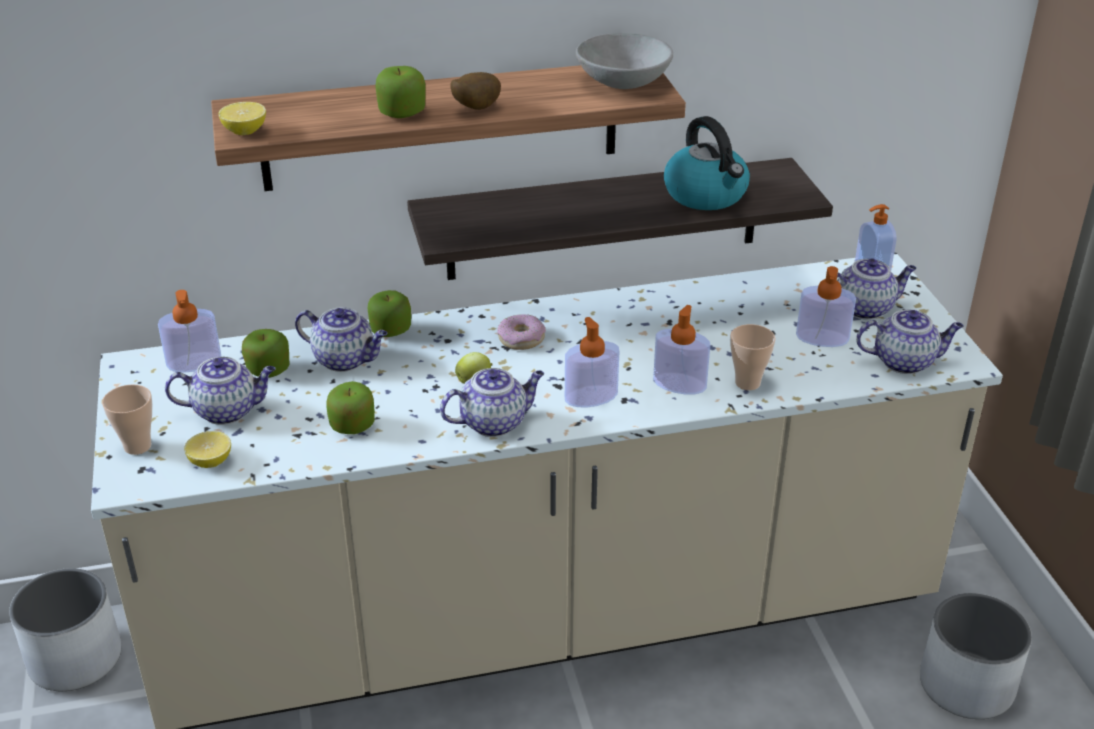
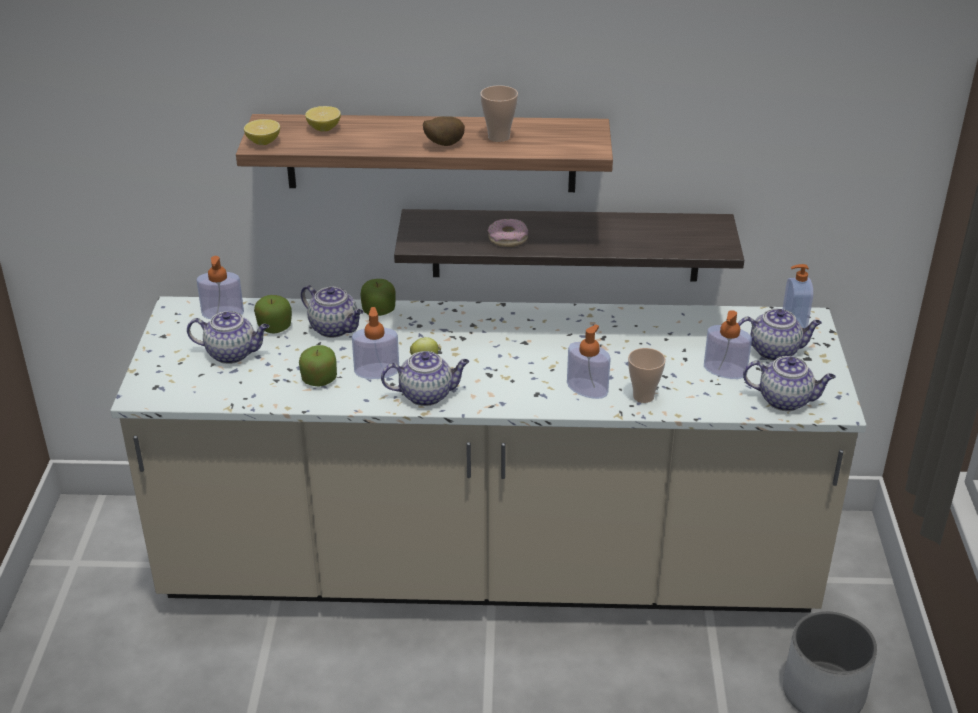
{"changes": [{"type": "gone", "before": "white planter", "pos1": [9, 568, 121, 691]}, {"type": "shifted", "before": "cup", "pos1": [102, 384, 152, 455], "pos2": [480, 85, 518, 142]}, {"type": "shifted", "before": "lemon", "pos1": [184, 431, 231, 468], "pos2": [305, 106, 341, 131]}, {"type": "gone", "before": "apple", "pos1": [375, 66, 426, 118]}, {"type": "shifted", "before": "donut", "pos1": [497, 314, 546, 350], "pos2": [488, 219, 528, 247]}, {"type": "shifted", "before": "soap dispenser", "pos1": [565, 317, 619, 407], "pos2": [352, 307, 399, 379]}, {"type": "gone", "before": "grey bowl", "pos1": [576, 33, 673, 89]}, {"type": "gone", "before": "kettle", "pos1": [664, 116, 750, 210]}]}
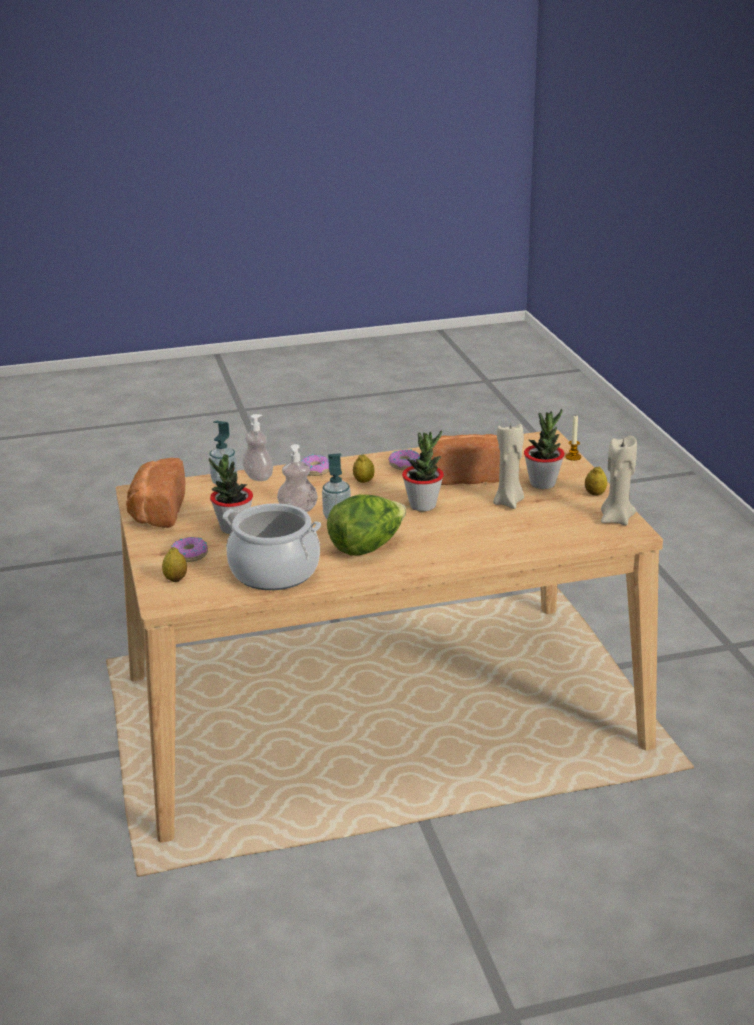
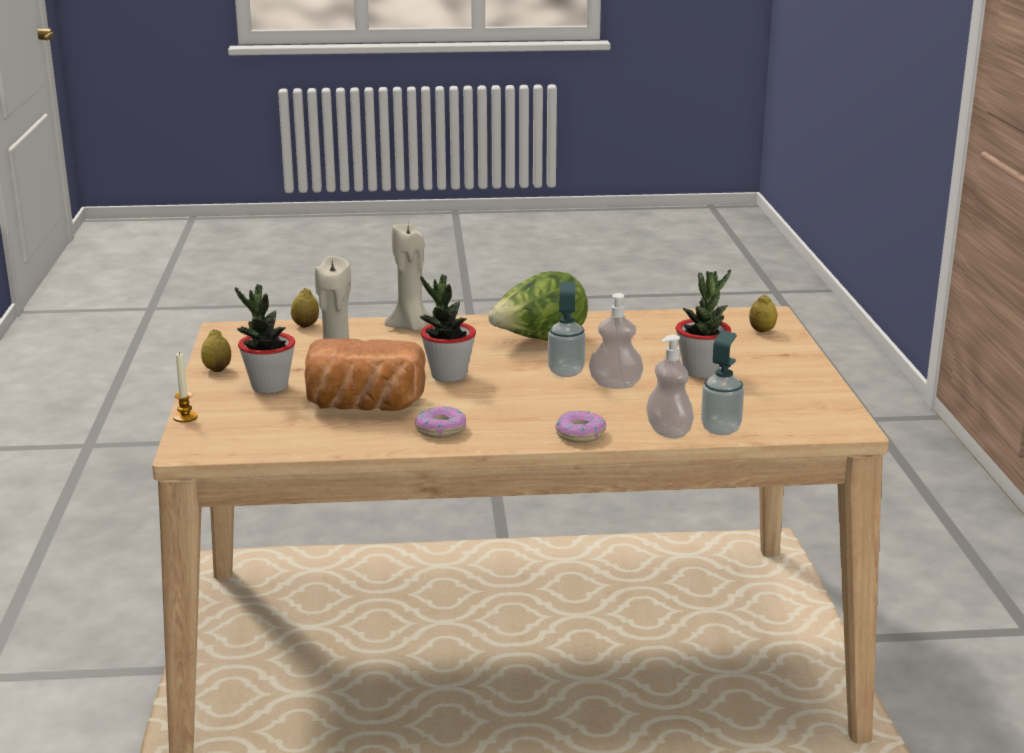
{"changes": [{"type": "gone", "before": "bread", "pos1": [126, 458, 185, 528]}, {"type": "gone", "before": "donut", "pos1": [171, 537, 208, 562]}, {"type": "gone", "before": "cooking pot", "pos1": [223, 503, 321, 590]}, {"type": "shifted", "before": "lemon", "pos1": [353, 454, 375, 483], "pos2": [291, 288, 319, 328]}, {"type": "shifted", "before": "beige candle", "pos1": [601, 436, 637, 525], "pos2": [385, 224, 433, 331]}]}
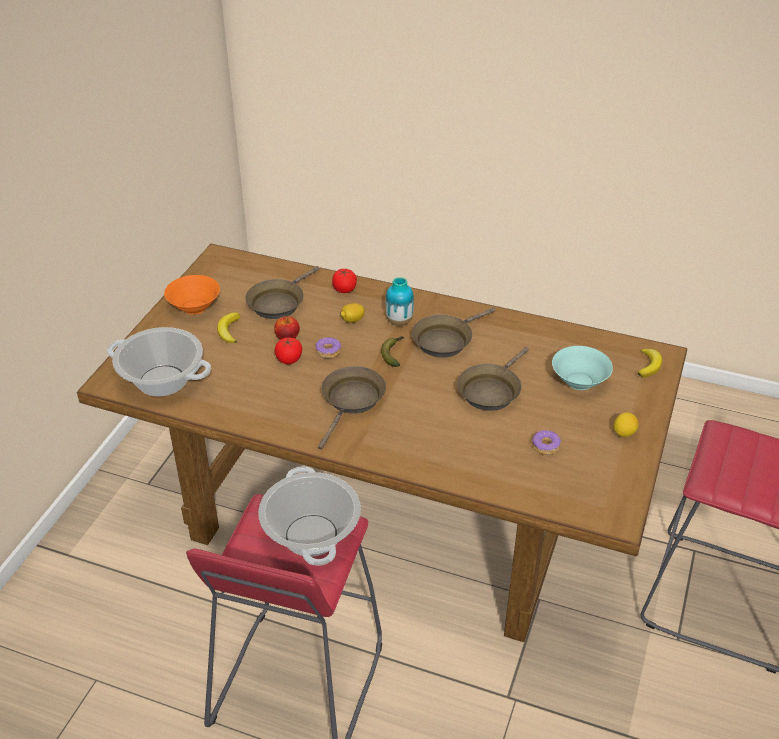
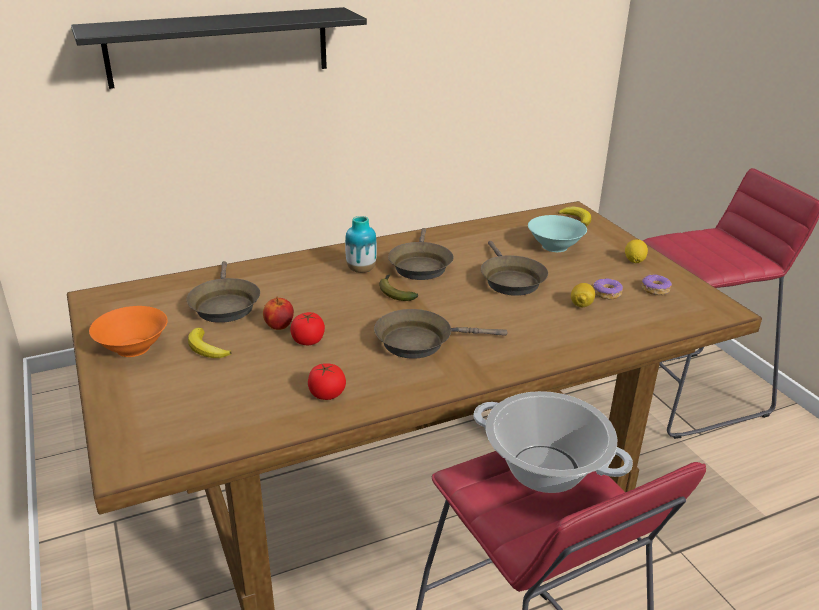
{"changes": [{"type": "gone", "before": "cooking pot", "pos1": [107, 327, 211, 397]}, {"type": "shifted", "before": "donut", "pos1": [315, 337, 341, 358], "pos2": [642, 274, 672, 295]}, {"type": "rotated", "before": "brown frying pan", "pos1": [318, 366, 386, 450], "pos2": [374, 309, 507, 359], "turn": -75}, {"type": "shifted", "before": "tomato", "pos1": [332, 269, 357, 293], "pos2": [308, 363, 346, 400]}, {"type": "shifted", "before": "lemon", "pos1": [341, 303, 365, 323], "pos2": [571, 283, 595, 307]}, {"type": "new", "after": "black shelf", "pos2": [71, 7, 367, 89]}]}
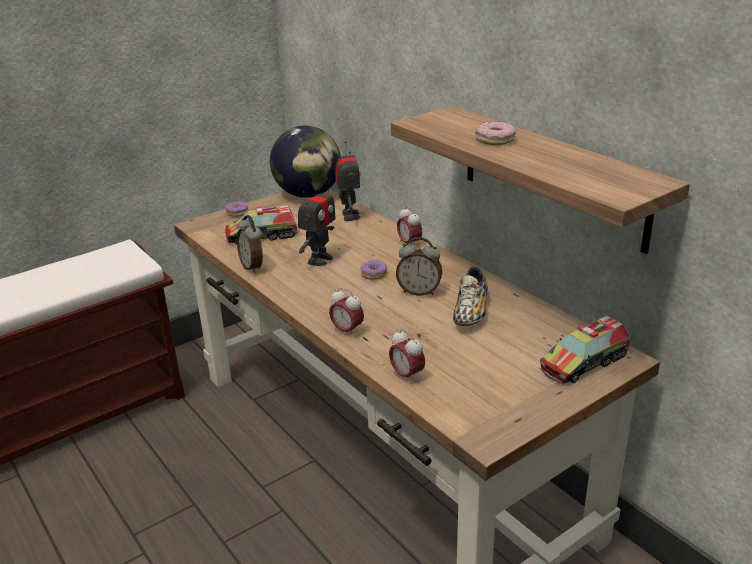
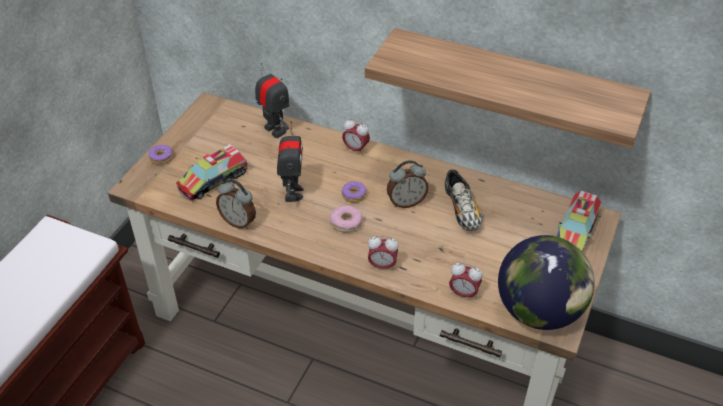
{"changes": [{"type": "shifted", "before": "globe", "pos1": [270, 126, 341, 198], "pos2": [498, 235, 595, 330]}, {"type": "shifted", "before": "donut", "pos1": [475, 122, 516, 145], "pos2": [330, 205, 363, 233]}]}
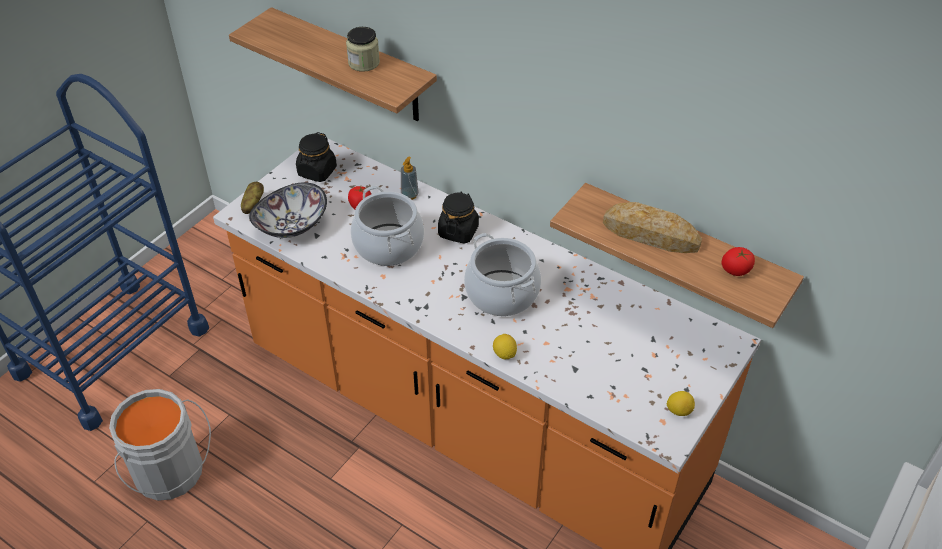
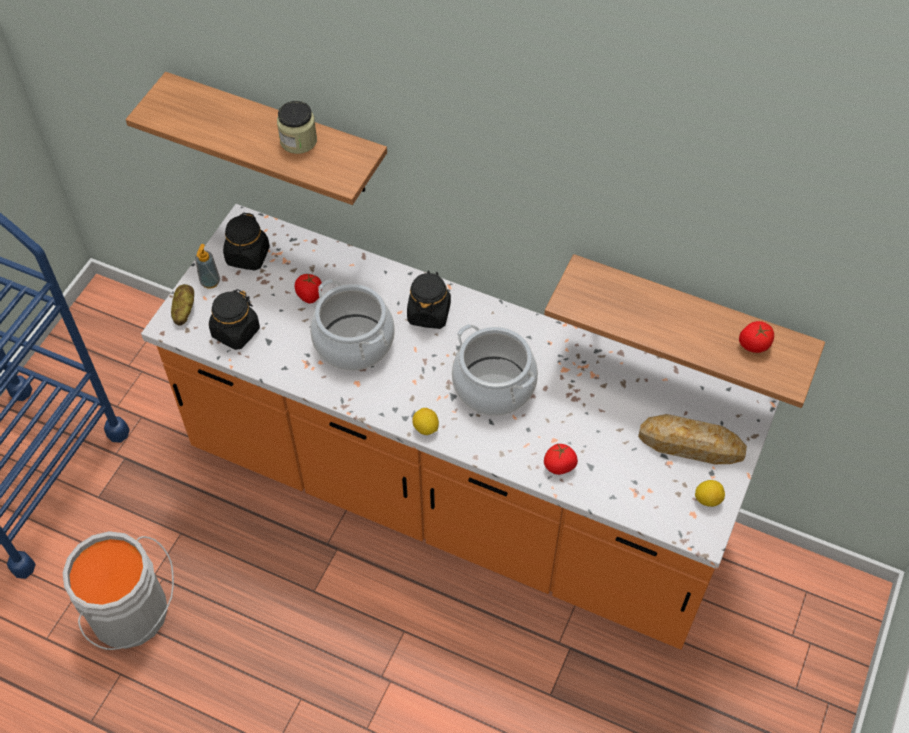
{"changes": [{"type": "swapped", "before": "bowl", "after": "black jar", "pos1": [249, 182, 327, 238], "pos2": [209, 289, 260, 350]}, {"type": "shifted", "before": "soap dispenser", "pos1": [401, 157, 419, 200], "pos2": [195, 244, 220, 289]}, {"type": "shifted", "before": "lemon", "pos1": [493, 334, 517, 359], "pos2": [412, 408, 439, 435]}, {"type": "shifted", "before": "bread", "pos1": [603, 202, 702, 253], "pos2": [638, 414, 747, 464]}, {"type": "new", "after": "tomato", "pos2": [544, 444, 578, 475]}]}
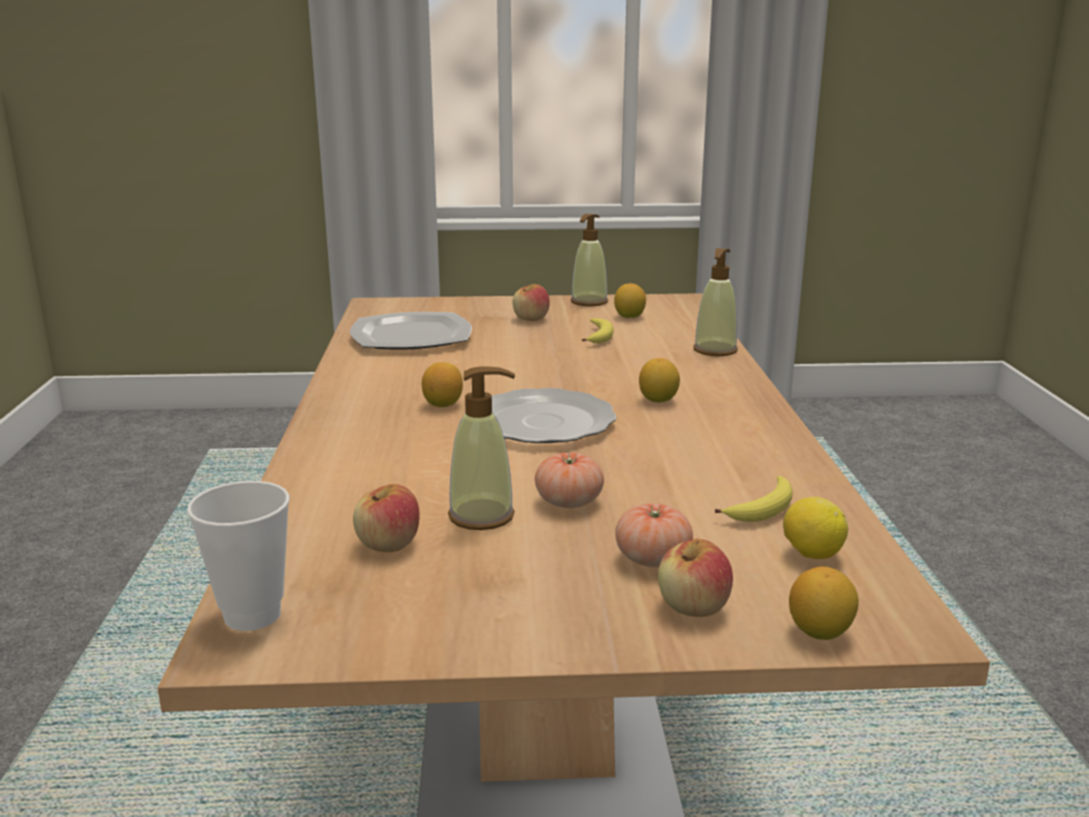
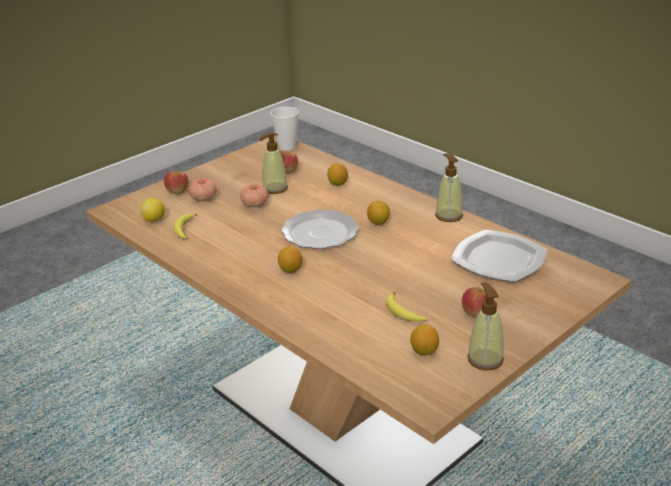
{"changes": [{"type": "shifted", "before": "soap dispenser", "pos1": [693, 248, 738, 356], "pos2": [435, 153, 463, 222]}, {"type": "shifted", "before": "lemon", "pos1": [789, 566, 859, 640], "pos2": [327, 163, 348, 186]}]}
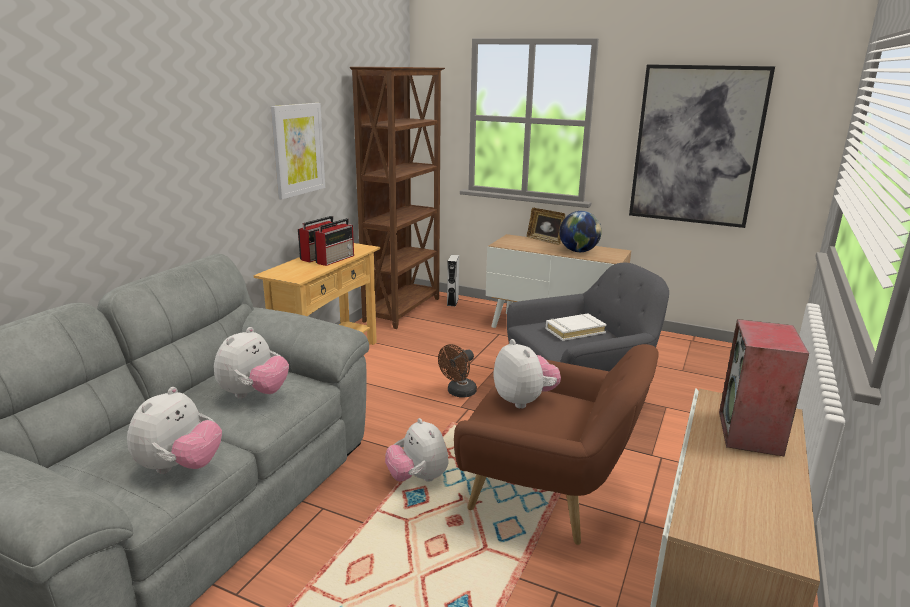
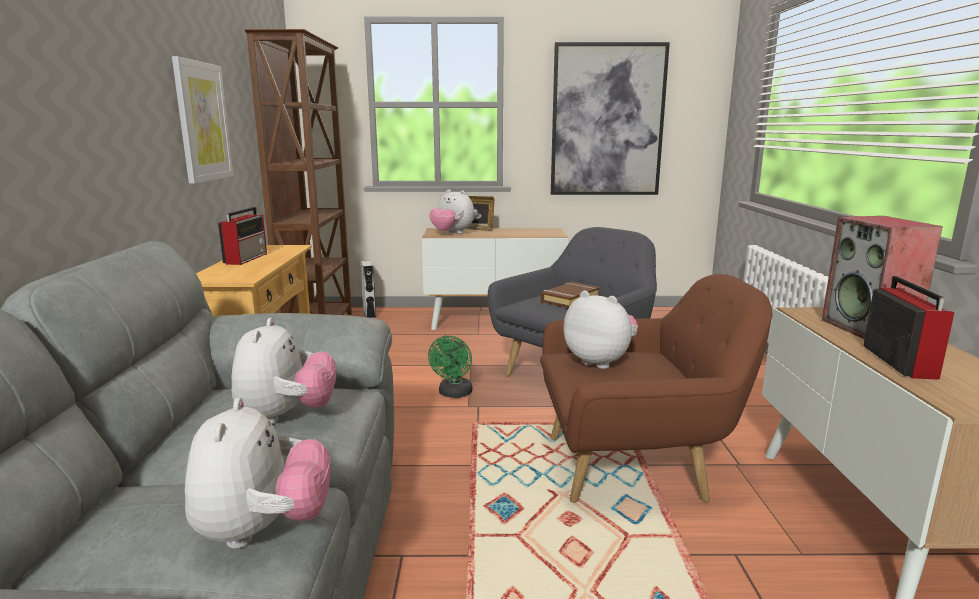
{"changes": [{"type": "shifted", "before": "radio", "pos1": [314, 218, 354, 266], "pos2": [863, 276, 954, 380]}, {"type": "shifted", "before": "plush toy", "pos1": [385, 418, 448, 482], "pos2": [430, 189, 474, 234]}, {"type": "repainted", "before": "brown fan", "after": "green fan", "pos1": [438, 344, 477, 398], "pos2": [428, 336, 472, 398]}, {"type": "repainted", "before": "white book", "after": "brown book", "pos1": [546, 313, 607, 341], "pos2": [541, 282, 600, 308]}, {"type": "gone", "before": "globe", "pos1": [559, 211, 602, 252]}]}
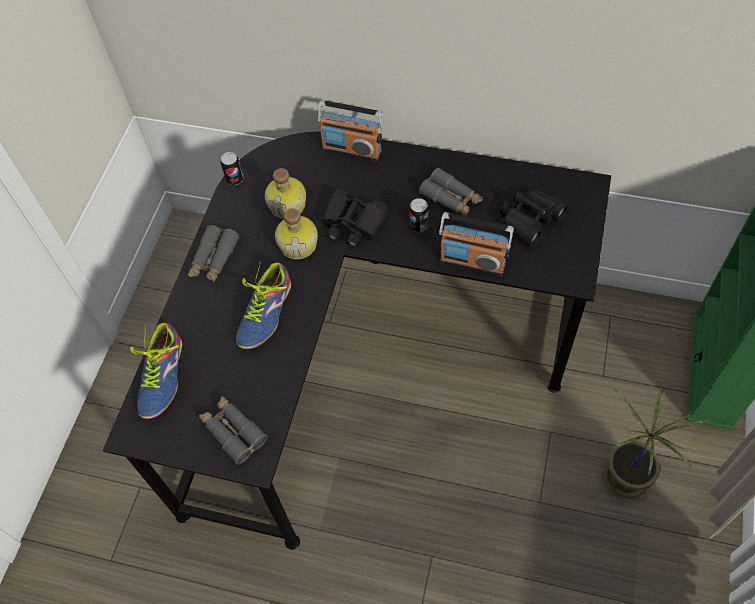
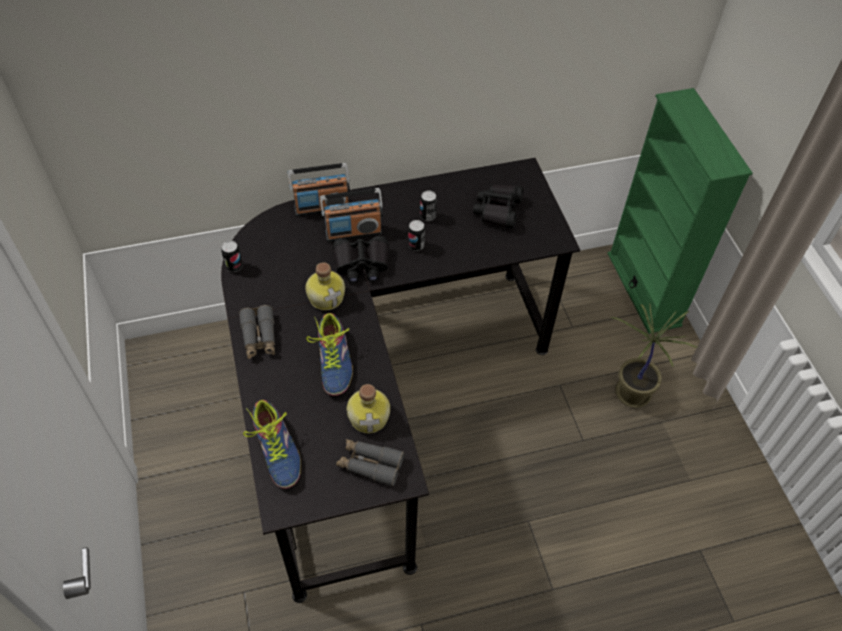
{"changes": [{"type": "shifted", "before": "bottle", "pos1": [265, 168, 306, 219], "pos2": [347, 384, 390, 433]}, {"type": "swapped", "before": "grey binoculars", "after": "can", "pos1": [419, 168, 483, 216], "pos2": [420, 191, 437, 221]}, {"type": "shifted", "before": "radio", "pos1": [439, 212, 514, 276], "pos2": [320, 188, 383, 242]}]}
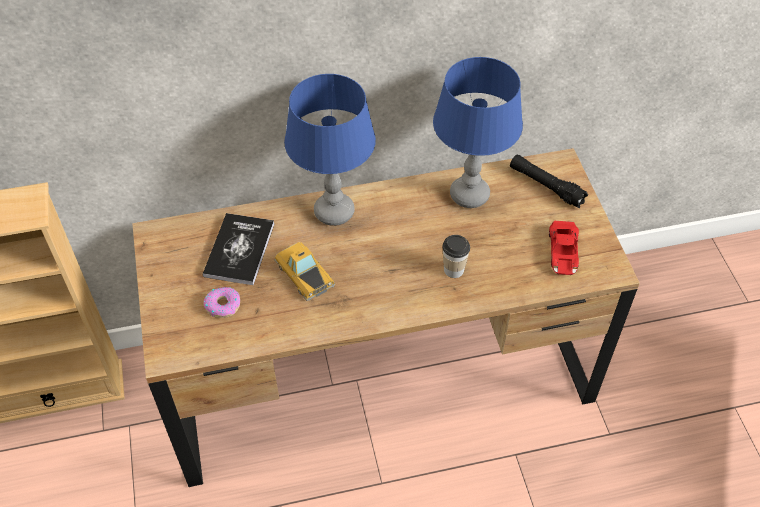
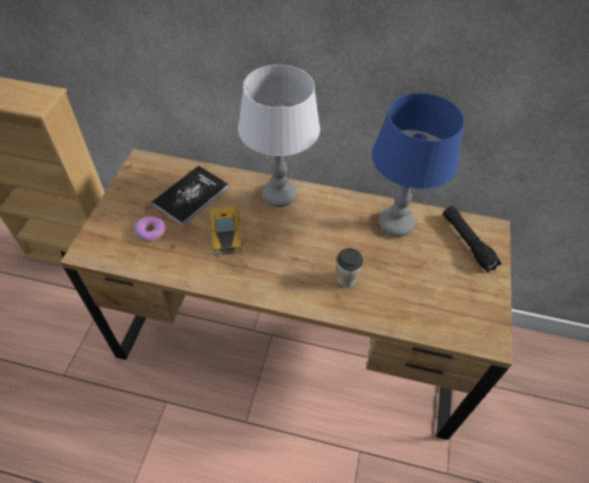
{"changes": [{"type": "repainted", "before": "blue table lamp", "after": "white table lamp", "pos1": [284, 74, 376, 226], "pos2": [238, 65, 320, 207]}, {"type": "gone", "before": "red toy car", "pos1": [549, 221, 579, 275]}]}
